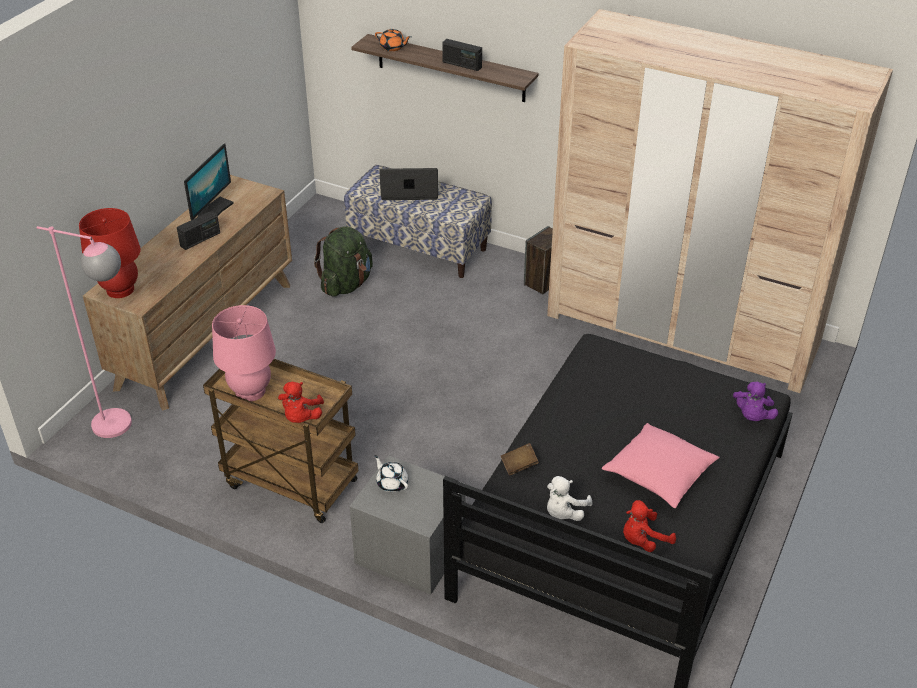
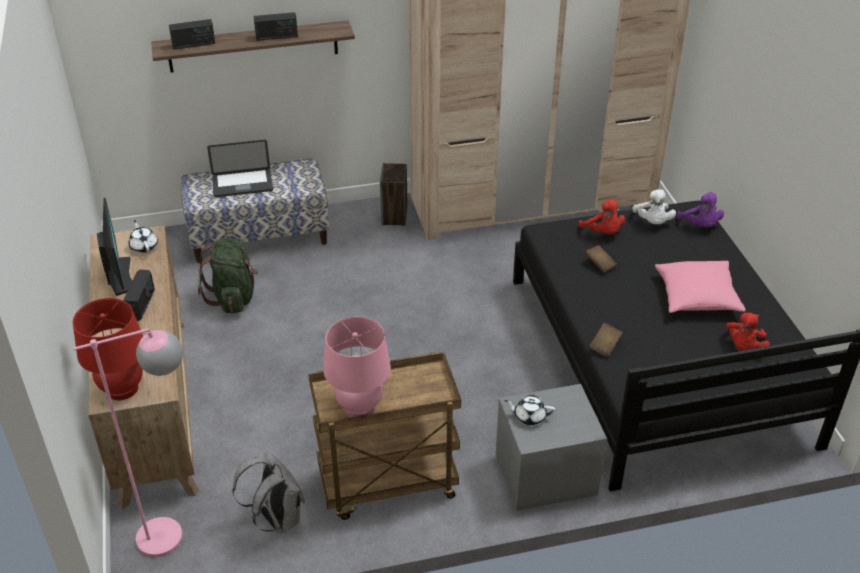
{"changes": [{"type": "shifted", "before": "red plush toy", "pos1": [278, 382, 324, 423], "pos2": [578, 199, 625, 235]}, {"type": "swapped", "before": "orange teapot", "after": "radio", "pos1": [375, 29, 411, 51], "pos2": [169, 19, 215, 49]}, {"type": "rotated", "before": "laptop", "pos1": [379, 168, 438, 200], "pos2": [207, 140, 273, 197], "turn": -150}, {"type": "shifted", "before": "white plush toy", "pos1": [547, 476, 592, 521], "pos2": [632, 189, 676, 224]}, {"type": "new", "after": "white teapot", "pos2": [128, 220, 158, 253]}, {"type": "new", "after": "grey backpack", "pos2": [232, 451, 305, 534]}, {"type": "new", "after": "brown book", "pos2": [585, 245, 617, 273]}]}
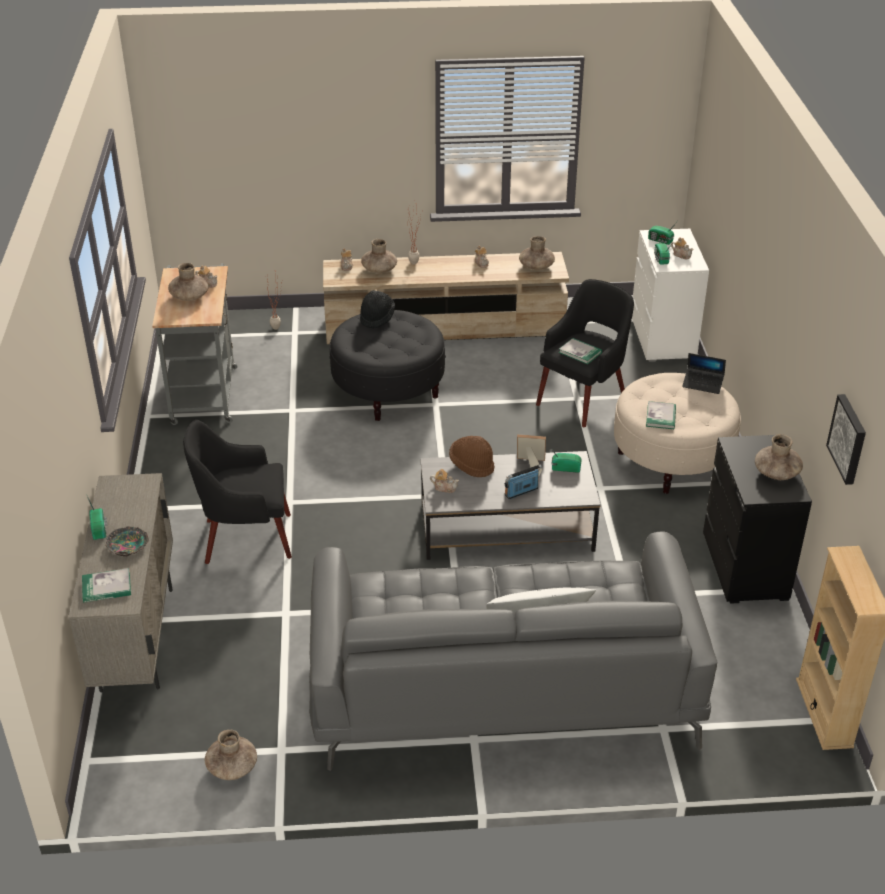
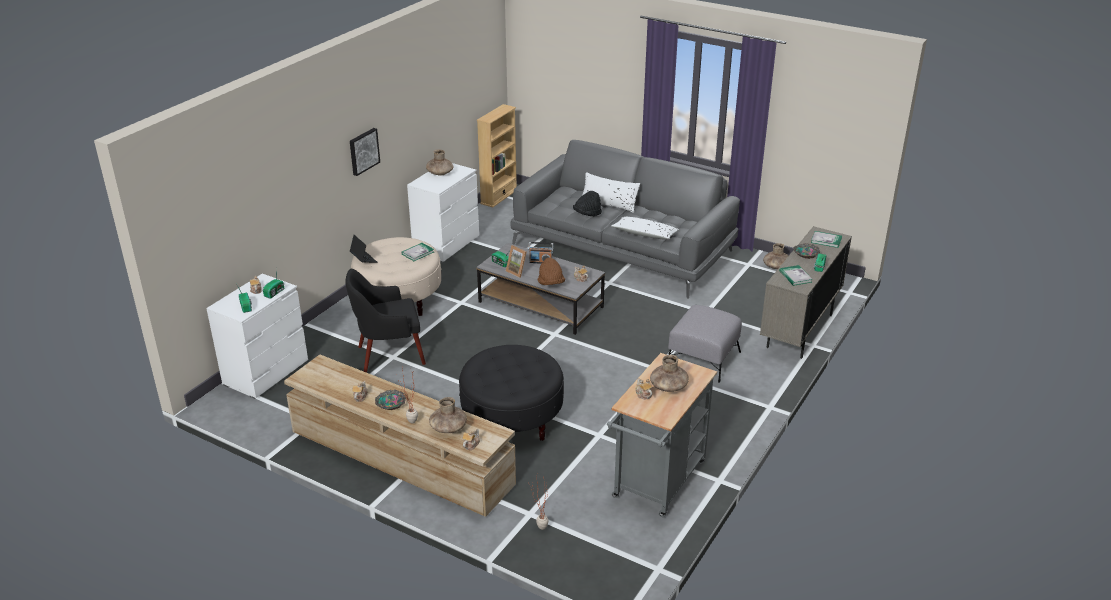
{"changes": [{"type": "swapped", "before": "black armchair", "after": "grey ottoman", "pos1": [183, 420, 292, 564], "pos2": [668, 305, 742, 383]}, {"type": "shifted", "before": "black hat", "pos1": [360, 290, 395, 329], "pos2": [573, 191, 602, 216]}, {"type": "gone", "before": "brown vase", "pos1": [519, 236, 555, 270]}, {"type": "shifted", "before": "book", "pos1": [558, 338, 602, 364], "pos2": [779, 265, 813, 286]}, {"type": "repainted", "before": "black dresser", "after": "white dresser", "pos1": [703, 435, 812, 604], "pos2": [407, 163, 479, 263]}, {"type": "shifted", "before": "picture", "pos1": [826, 394, 866, 485], "pos2": [350, 128, 380, 176]}, {"type": "new", "after": "bowl", "pos2": [375, 390, 406, 410]}, {"type": "new", "after": "white pillow", "pos2": [611, 217, 679, 240]}]}
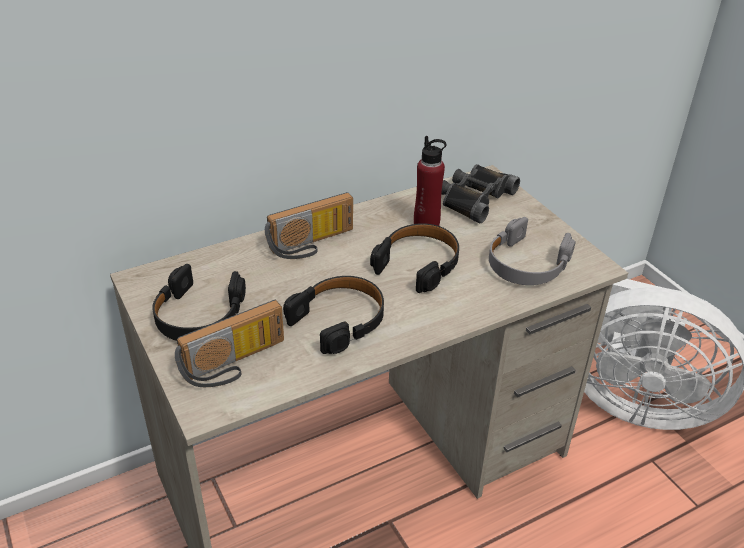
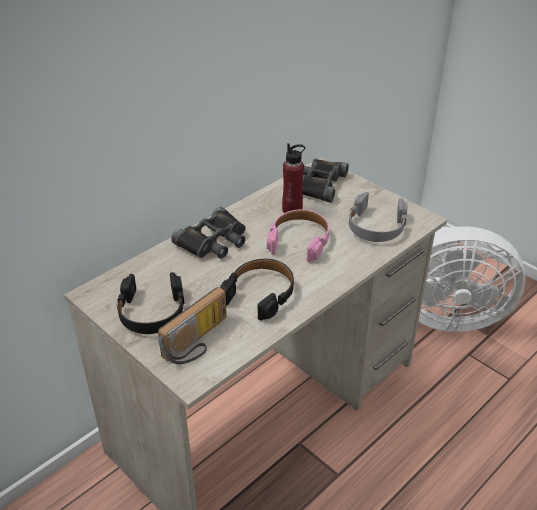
{"changes": [{"type": "swapped", "before": "radio", "after": "black binoculars", "pos1": [265, 192, 353, 259], "pos2": [171, 207, 246, 259]}, {"type": "repainted", "before": "black headphones", "after": "pink headphones", "pos1": [370, 223, 459, 293], "pos2": [267, 209, 329, 262]}]}
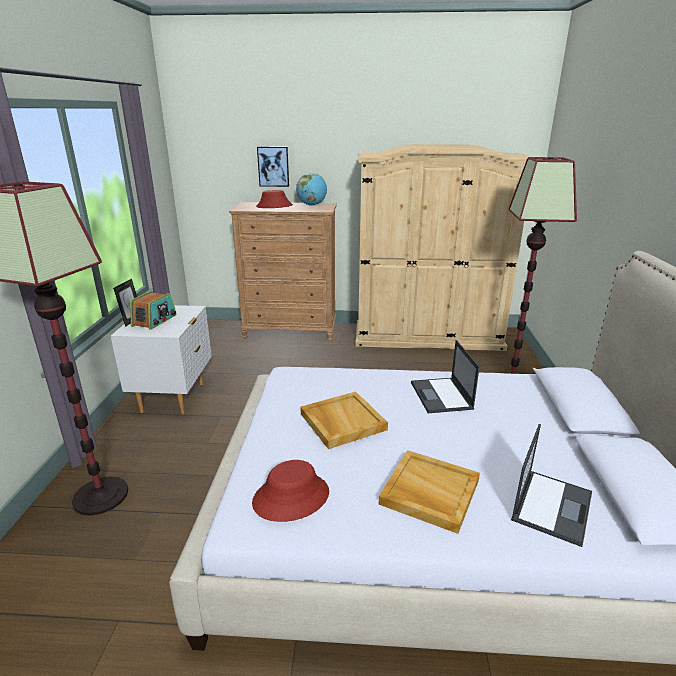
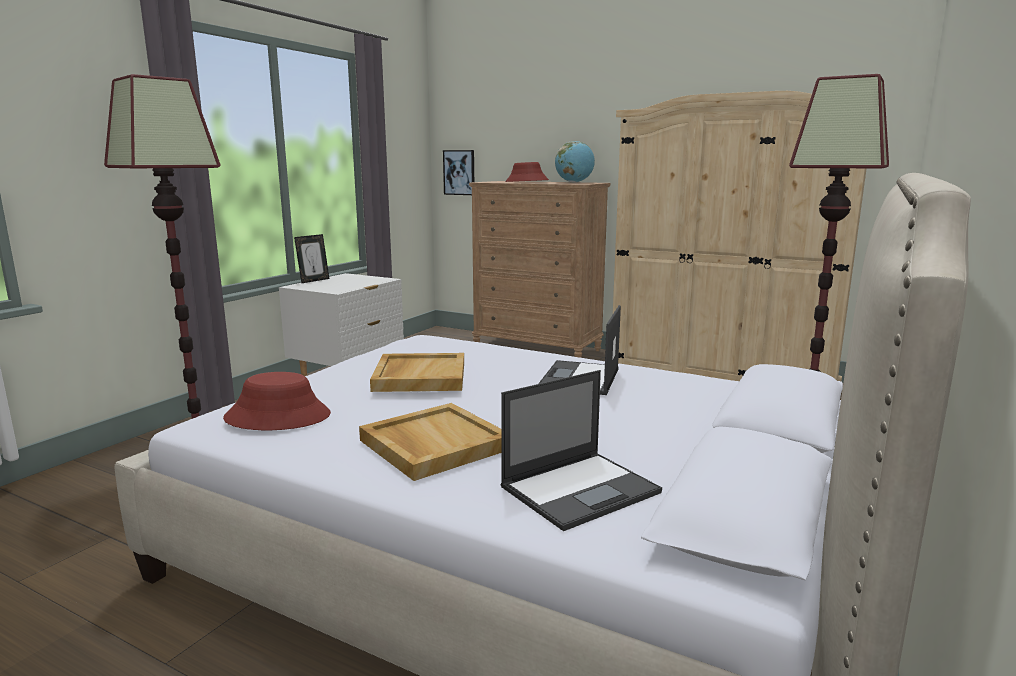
{"changes": [{"type": "gone", "before": "radio", "pos1": [130, 291, 177, 330]}, {"type": "shifted", "before": "picture", "pos1": [257, 147, 289, 187], "pos2": [443, 150, 474, 195]}]}
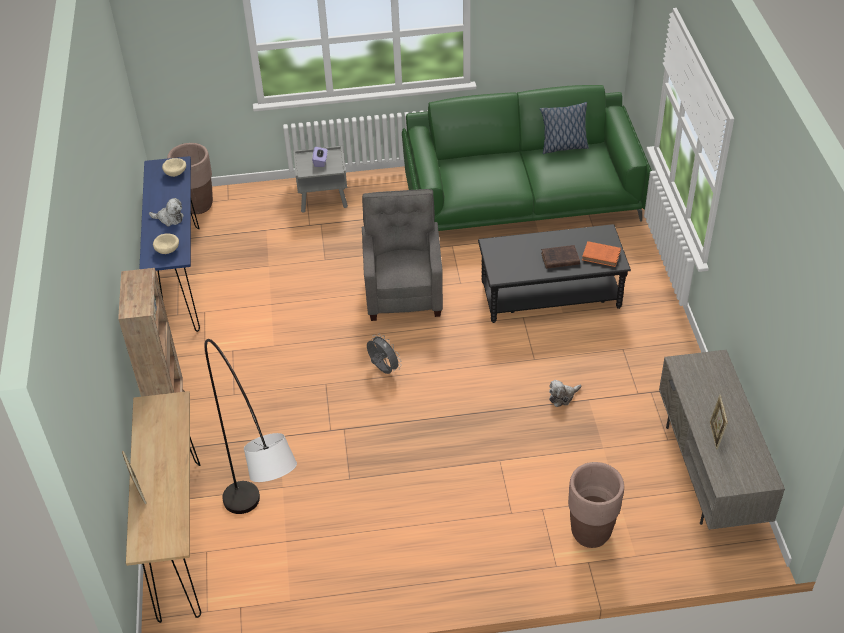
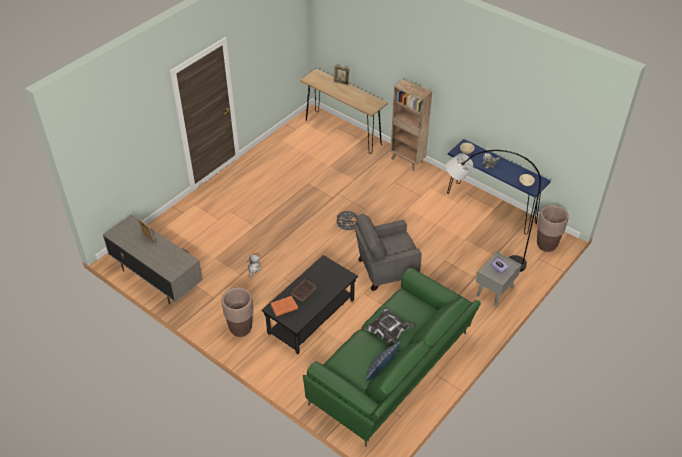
{"changes": [{"type": "shifted", "before": "grey floor lamp", "pos1": [204, 339, 297, 514], "pos2": [446, 150, 541, 272]}, {"type": "rotated", "before": "grey armchair", "pos1": [362, 189, 443, 321], "pos2": [354, 213, 422, 291], "turn": 120}, {"type": "shifted", "before": "brown planter", "pos1": [568, 462, 624, 548], "pos2": [221, 287, 253, 337]}, {"type": "new", "after": "pillow", "pos2": [363, 307, 416, 347]}]}
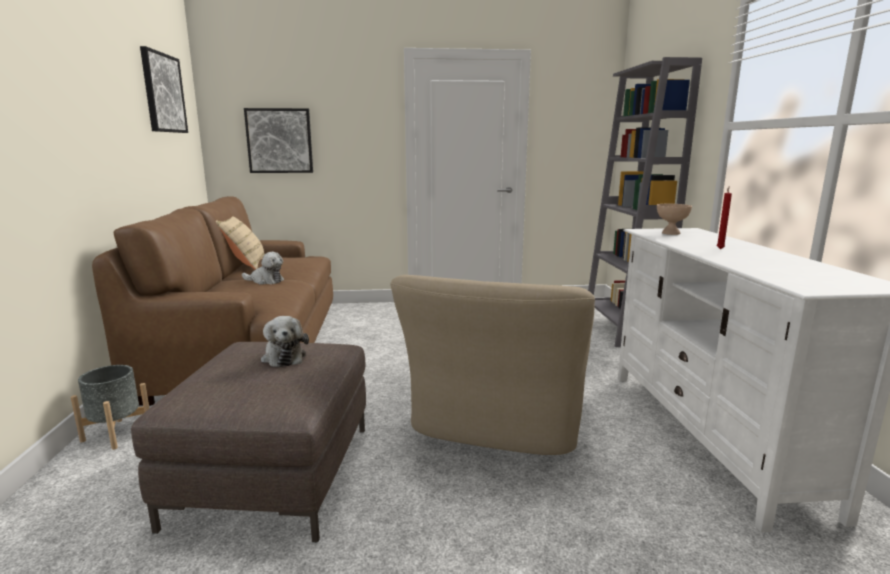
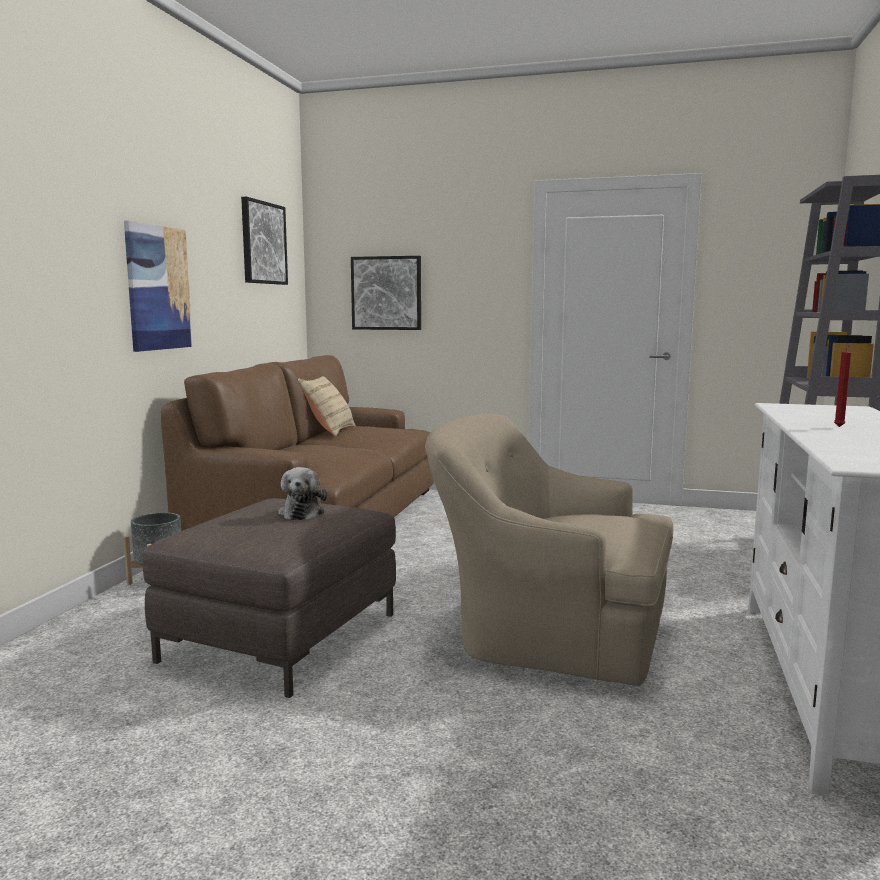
{"changes": [{"type": "gone", "before": "plush toy", "pos1": [242, 252, 284, 285]}, {"type": "rotated", "before": "beige armchair", "pos1": [390, 275, 595, 455], "pos2": [425, 414, 673, 686], "turn": 75}, {"type": "gone", "before": "beige bowl", "pos1": [657, 204, 692, 235]}, {"type": "new", "after": "picture", "pos2": [124, 221, 193, 352]}]}
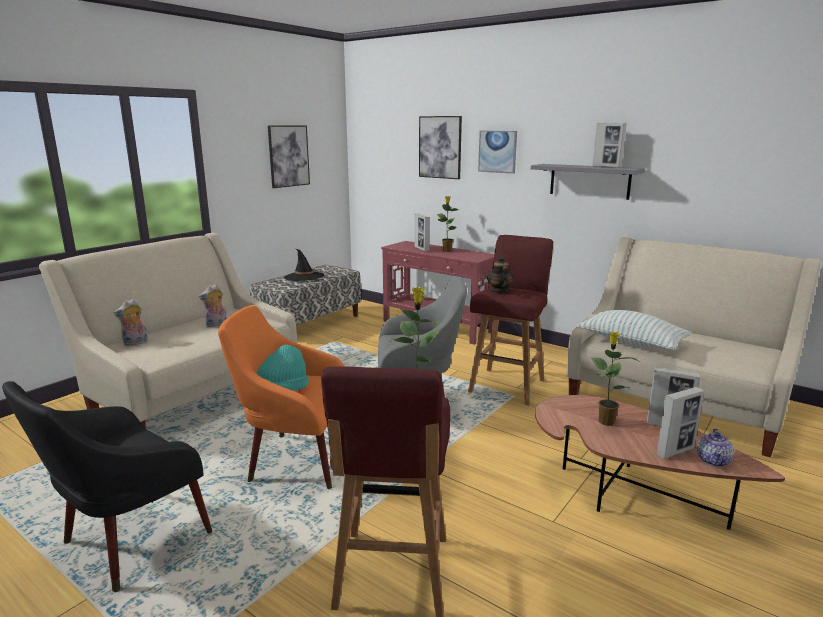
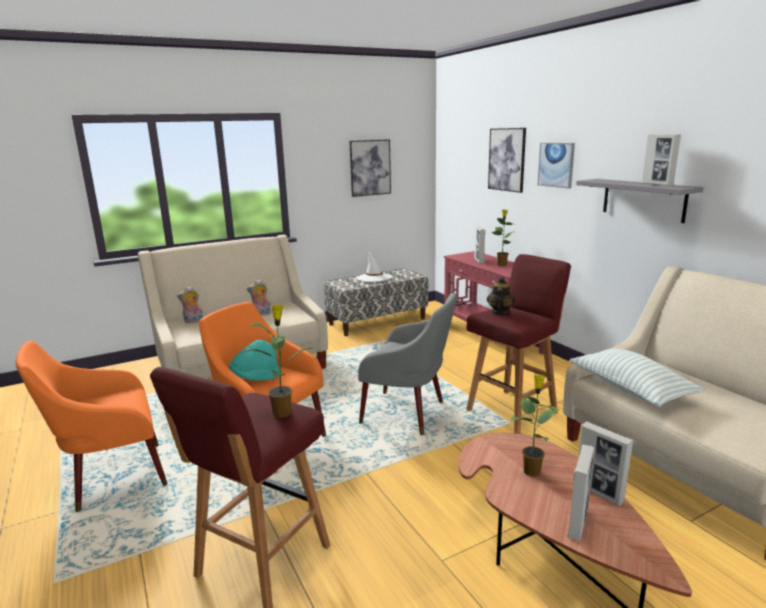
{"changes": [{"type": "repainted", "before": "black armchair", "after": "orange armchair", "pos1": [2, 381, 212, 592], "pos2": [16, 341, 167, 512]}, {"type": "repainted", "before": "black hat", "after": "white hat", "pos1": [284, 249, 324, 281], "pos2": [356, 252, 392, 282]}, {"type": "rotated", "before": "picture frame", "pos1": [656, 387, 704, 459], "pos2": [568, 445, 595, 541], "turn": -60}, {"type": "gone", "before": "teapot", "pos1": [697, 428, 734, 467]}]}
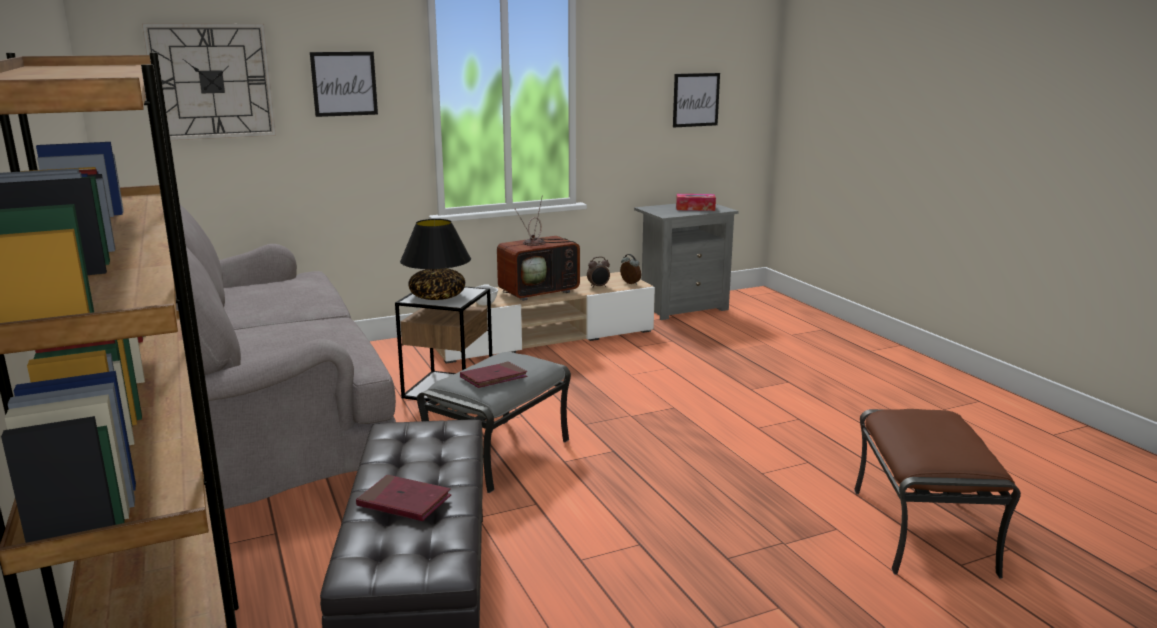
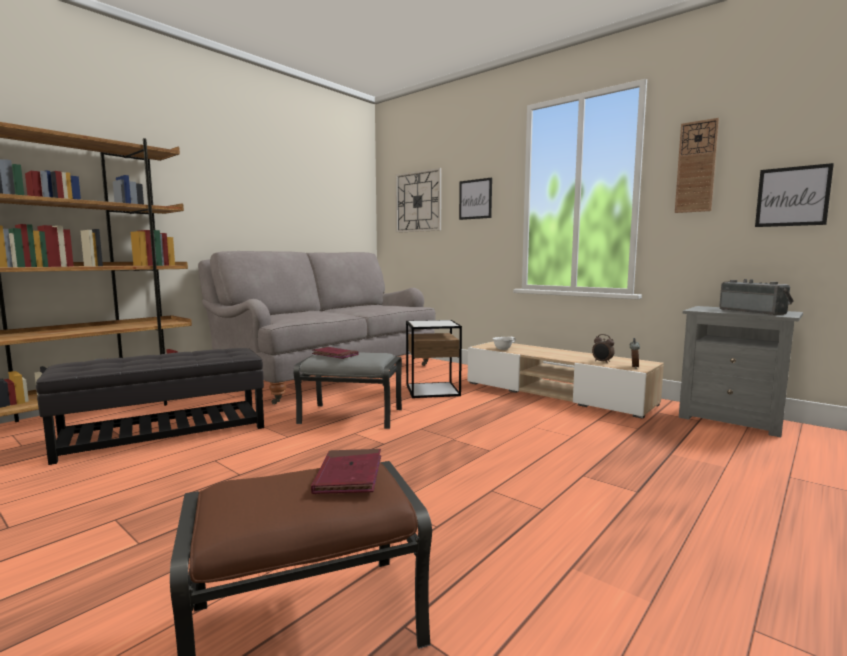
{"changes": [{"type": "shifted", "before": "red book", "pos1": [356, 475, 451, 521], "pos2": [311, 449, 381, 494]}, {"type": "gone", "before": "black table lamp", "pos1": [400, 219, 471, 300]}, {"type": "gone", "before": "television", "pos1": [497, 195, 580, 301]}, {"type": "swapped", "before": "tissue box", "after": "radio", "pos1": [676, 194, 716, 211], "pos2": [719, 279, 794, 315]}, {"type": "new", "after": "wall clock", "pos2": [675, 118, 719, 213]}]}
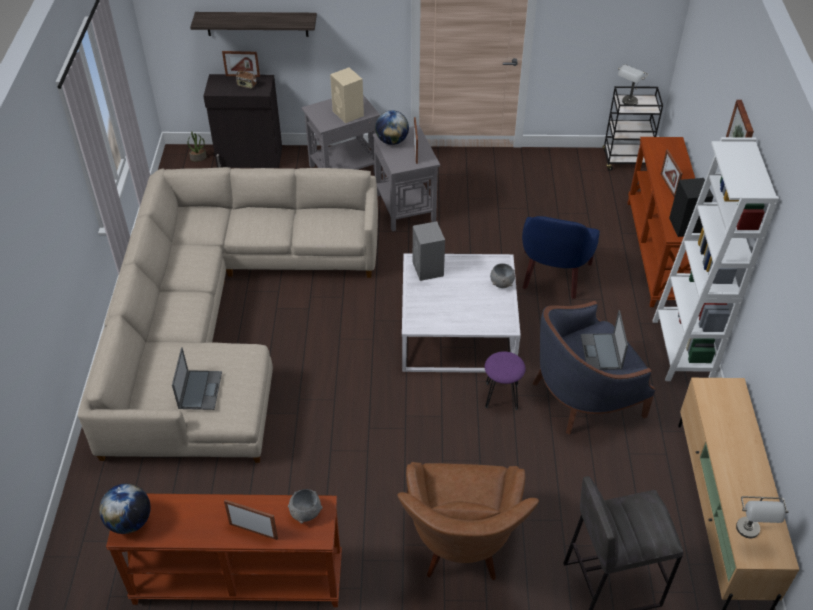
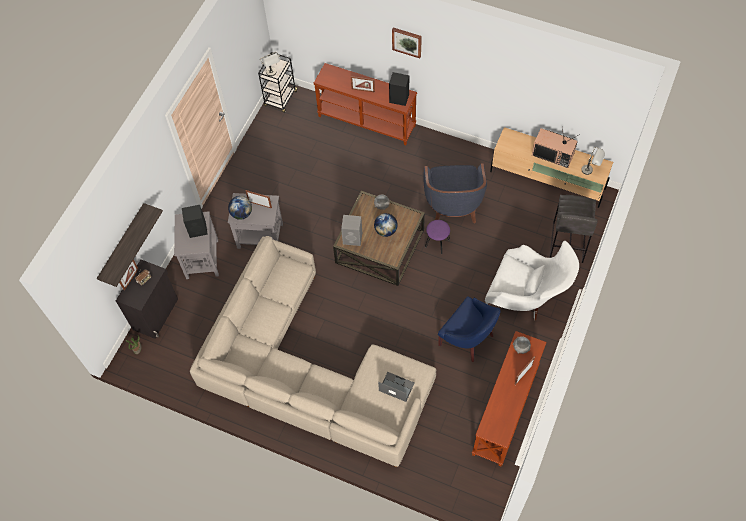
{"changes": [{"type": "shifted", "before": "globe", "pos1": [99, 484, 151, 534], "pos2": [374, 213, 398, 237]}, {"type": "repainted", "before": "beige speaker", "after": "black speaker", "pos1": [330, 67, 364, 123], "pos2": [182, 205, 208, 238]}, {"type": "repainted", "before": "brown armchair", "after": "white armchair", "pos1": [397, 462, 539, 580], "pos2": [485, 241, 579, 321]}, {"type": "repainted", "before": "white coffee table", "after": "brown coffee table", "pos1": [402, 253, 521, 373], "pos2": [333, 191, 425, 286]}, {"type": "shifted", "before": "blue armchair", "pos1": [522, 216, 600, 299], "pos2": [438, 296, 500, 362]}, {"type": "gone", "before": "laptop", "pos1": [581, 310, 628, 370]}, {"type": "gone", "before": "white bookcase", "pos1": [652, 137, 779, 381]}, {"type": "new", "after": "television", "pos2": [532, 128, 580, 168]}]}
